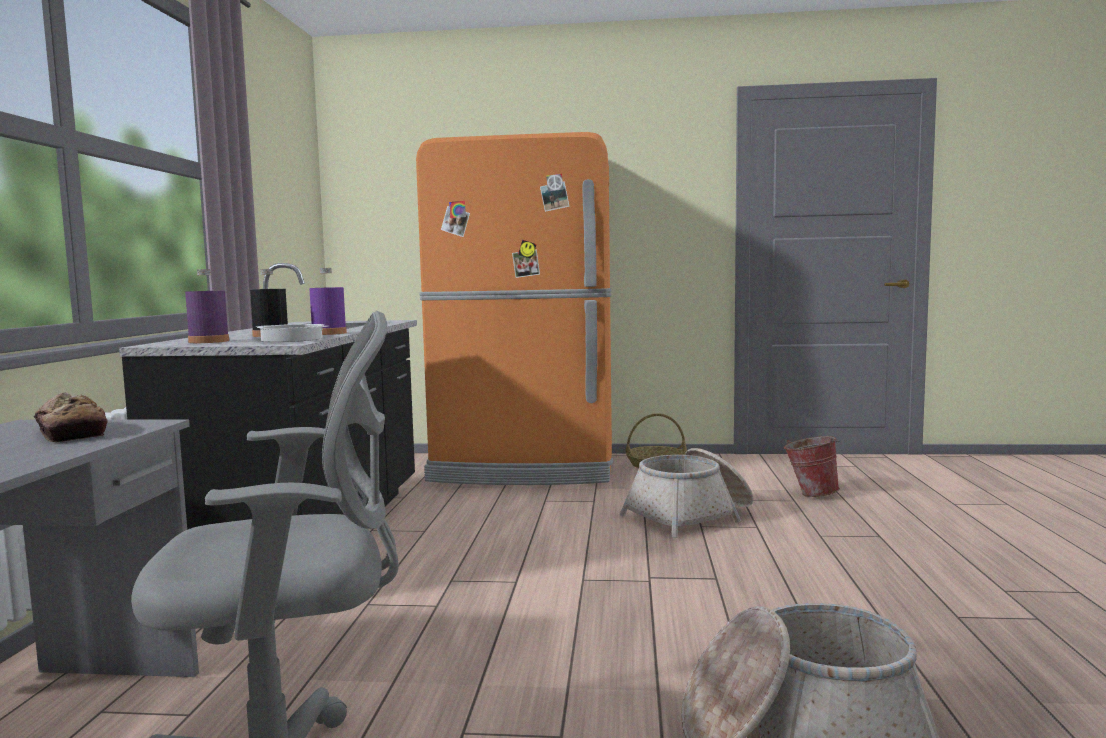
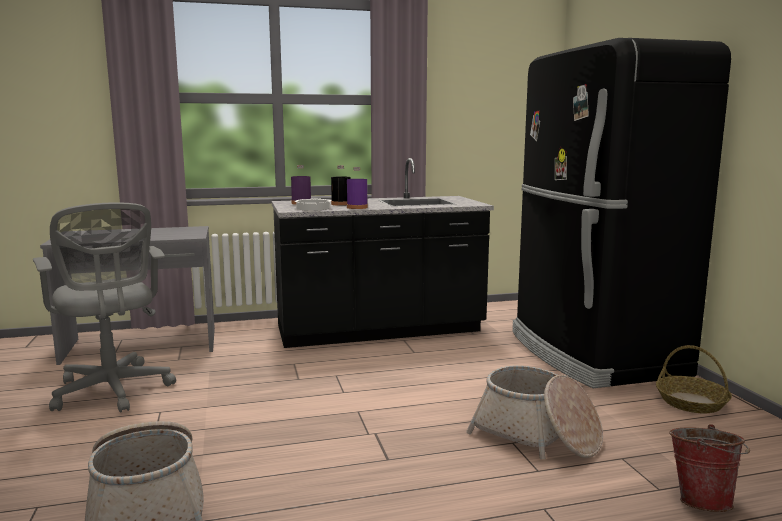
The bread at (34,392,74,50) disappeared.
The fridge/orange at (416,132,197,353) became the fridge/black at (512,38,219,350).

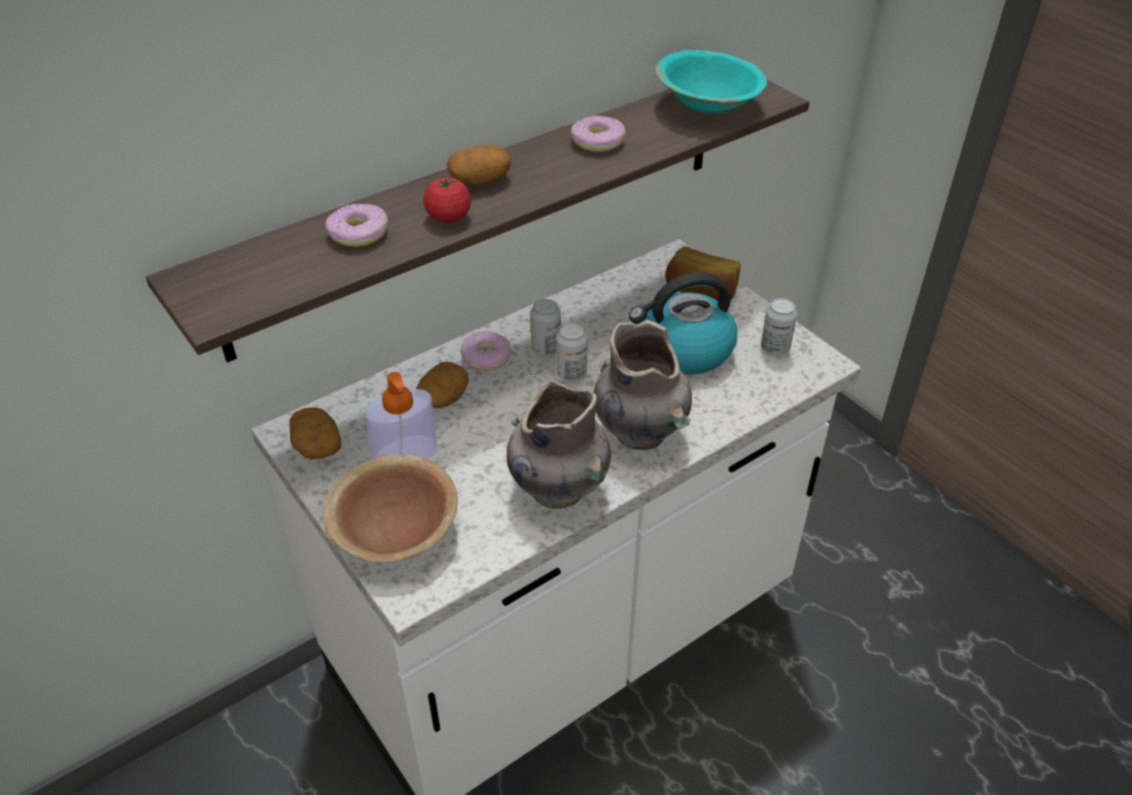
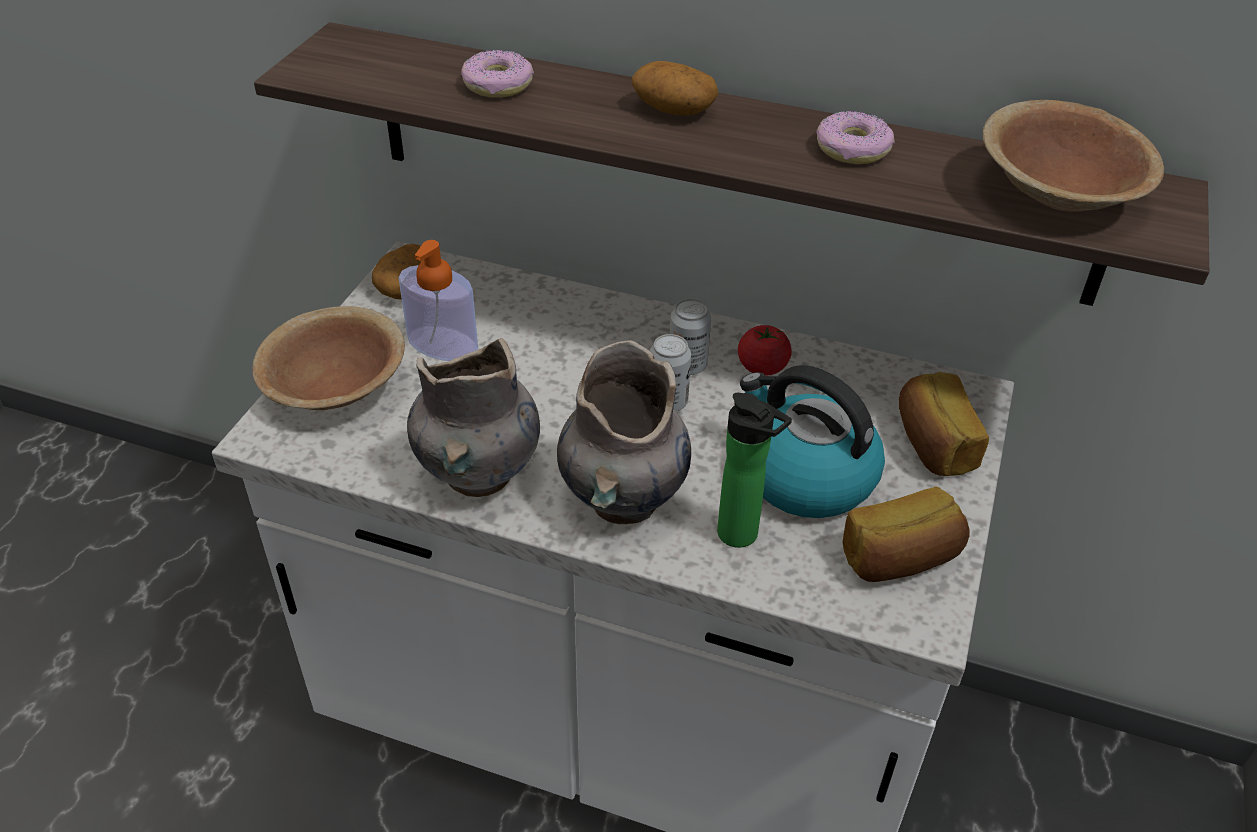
The potato at (416,362,53,46) disappeared.
The donut at (461,331,50,40) disappeared.
The bottle at (717,393,75,155) appeared.
The tomato moved from (423,176,48,47) to (738,325,54,51).
The can at (761,298,36,58) was replaced by the bread at (843,486,127,96).
The bowl/turquoise at (655,50,112,64) became the bowl/brown at (983,100,181,112).

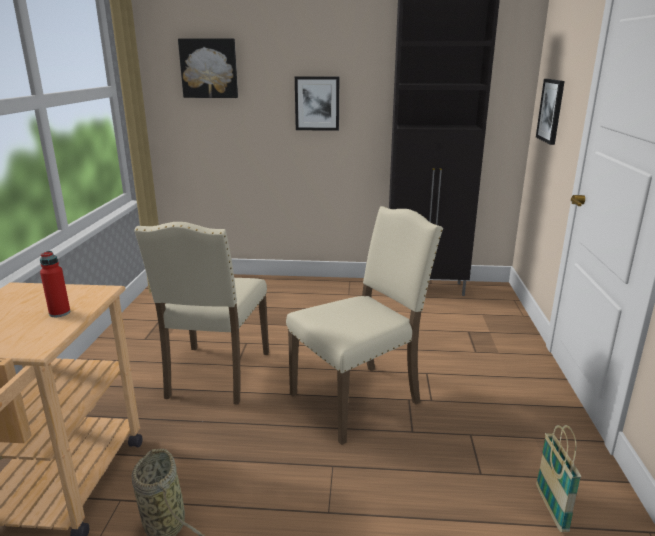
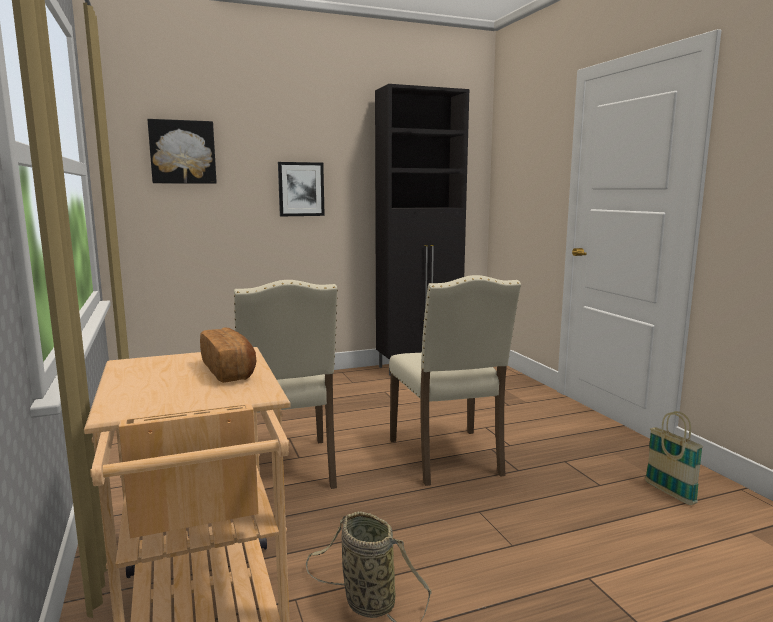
The picture at (536,79,29,66) disappeared.
The bottle/red at (40,251,30,66) was replaced by the bread at (200,328,56,55).
The chair/beige at (286,206,157,239) turned 135 degrees clockwise.

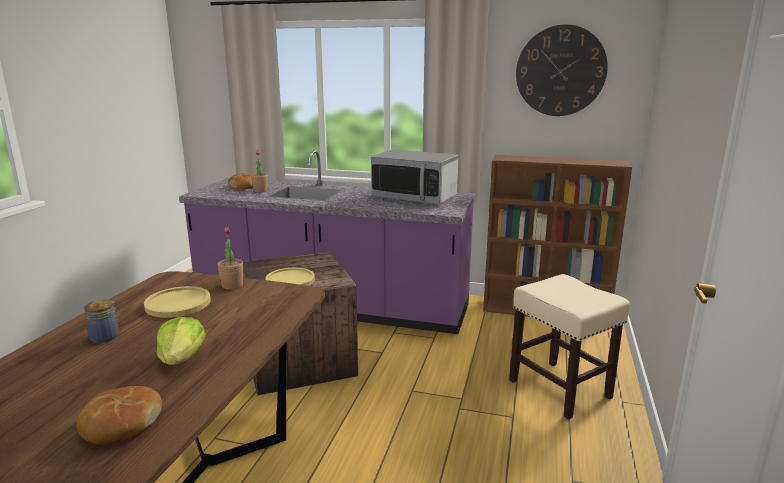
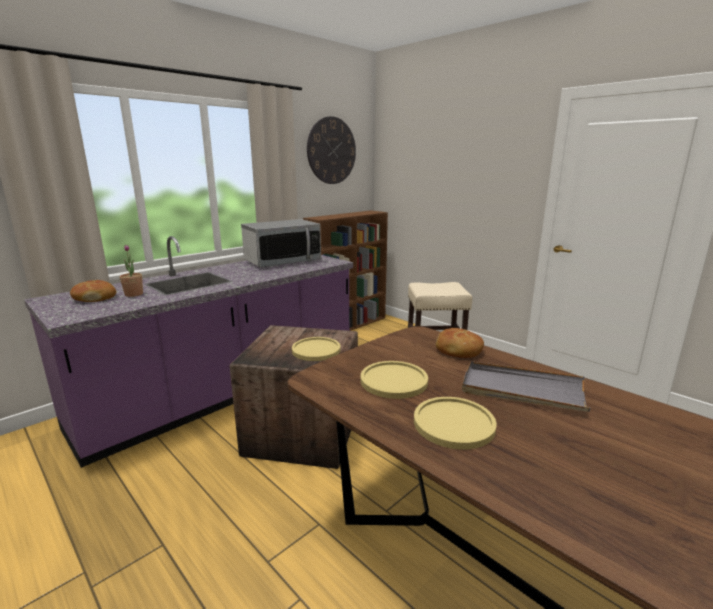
The potted plant at (217,227,26,63) disappeared.
The bread moved from (77,386,85,58) to (436,328,48,30).
The jar at (84,300,35,43) was replaced by the plate/yellow at (414,397,83,53).
The lettuce at (157,317,49,48) was replaced by the tray/grey at (462,361,129,51).

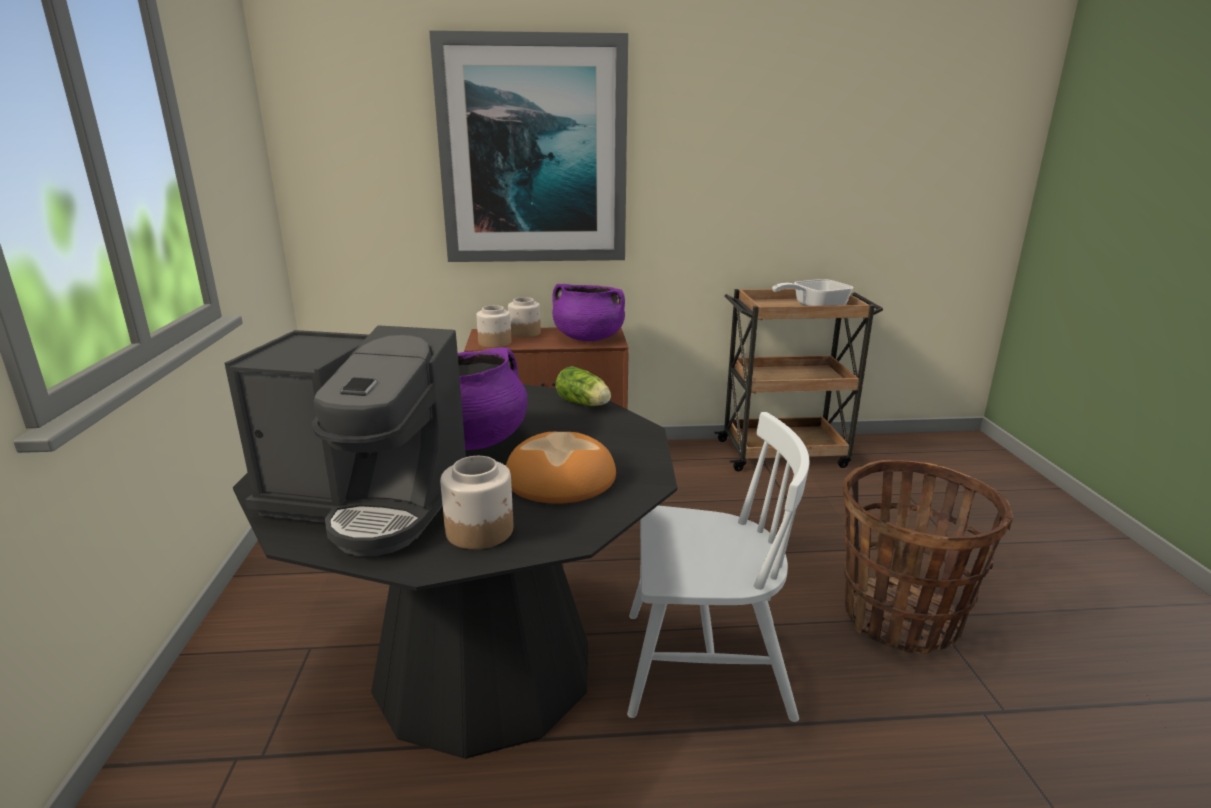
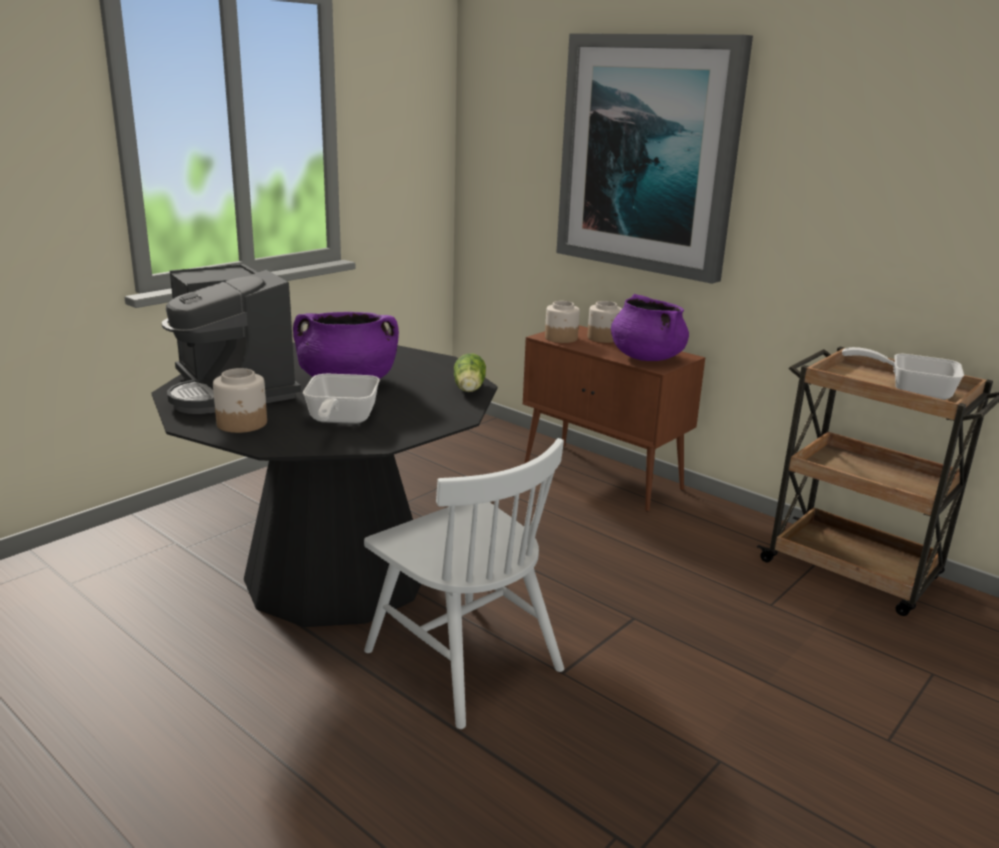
The basket at (843,460,170,194) disappeared.
The bread at (506,432,110,72) was replaced by the frying pan at (303,374,77,50).

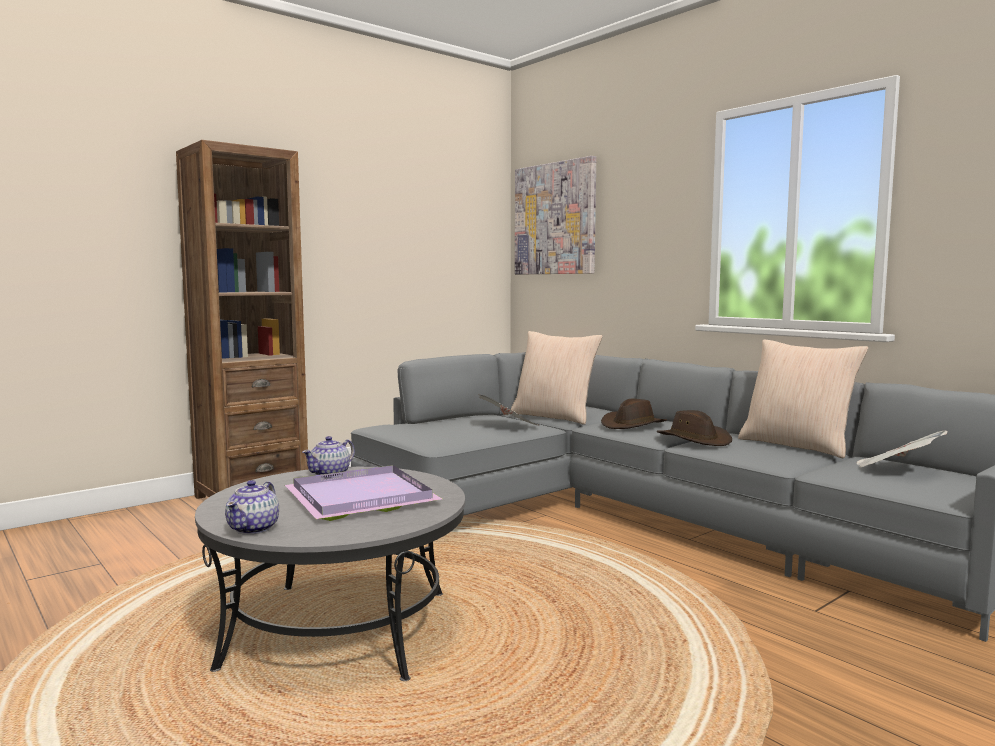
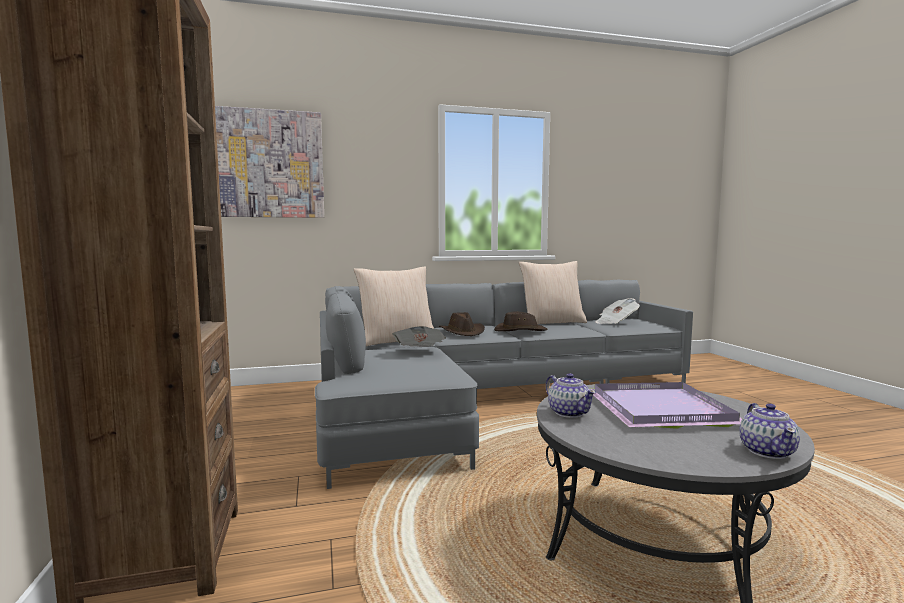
The teapot at (225,480,54,55) turned 60 degrees clockwise.

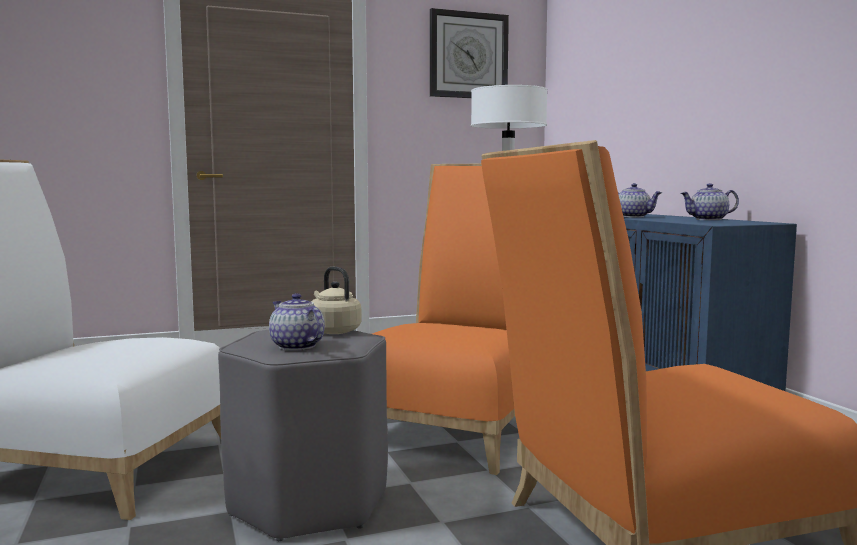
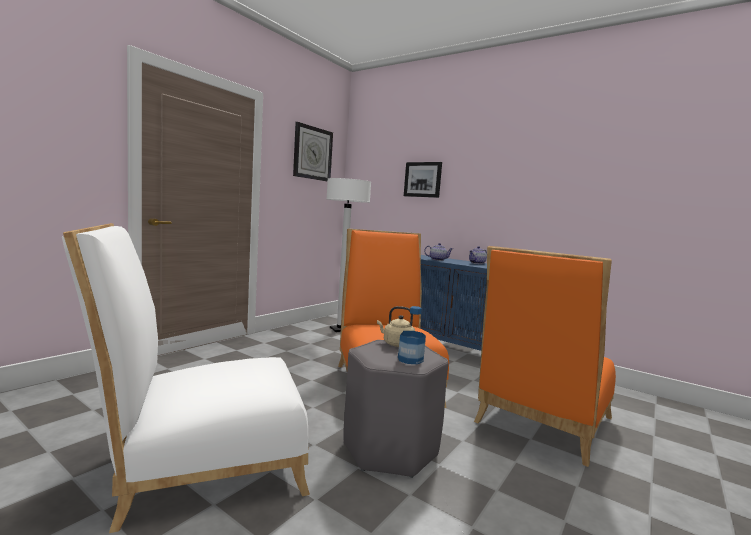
The picture at (404,162,38,36) appeared.
The teapot at (269,293,56,58) was replaced by the bottle at (398,306,28,58).

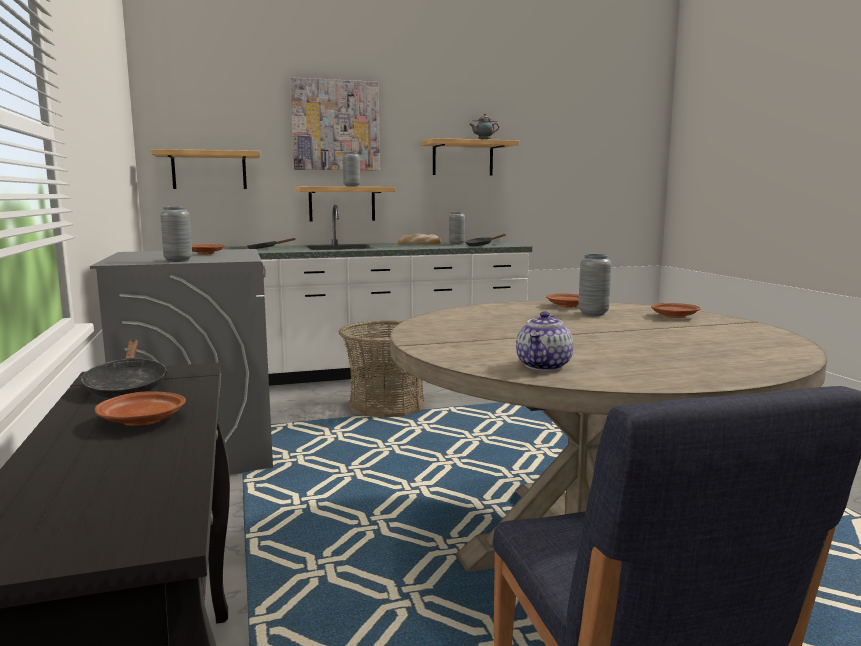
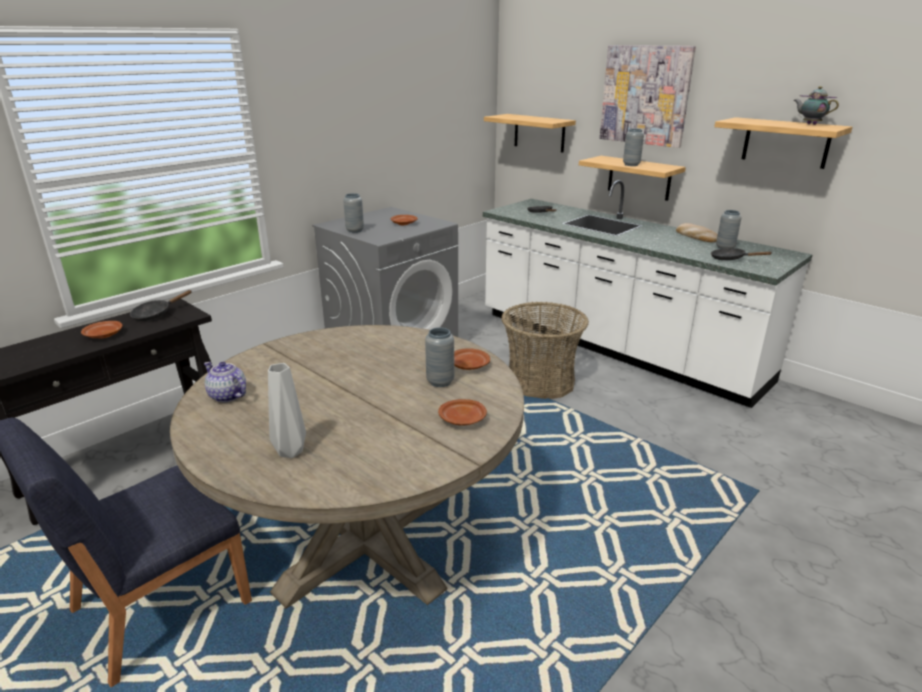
The vase/grey at (268,363,38,95) appeared.
The teapot at (516,311,57,60) turned 45 degrees clockwise.

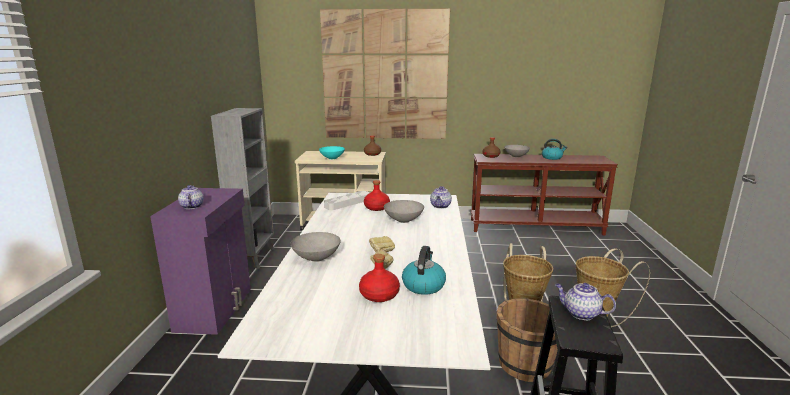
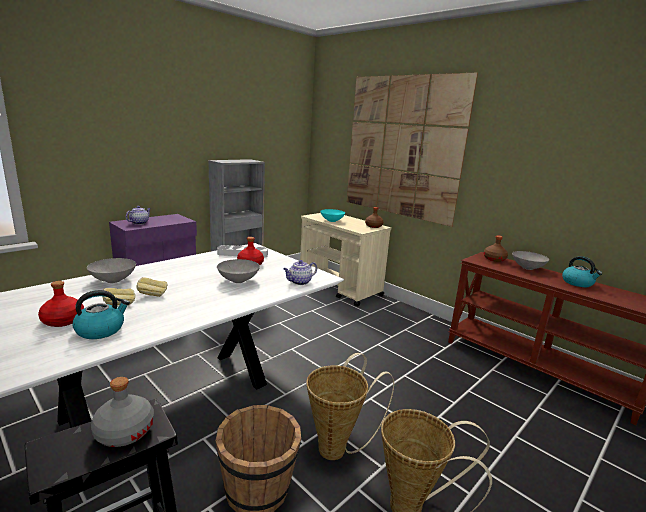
The teapot at (555,283,61,37) was replaced by the bottle/grey at (91,377,63,70).

